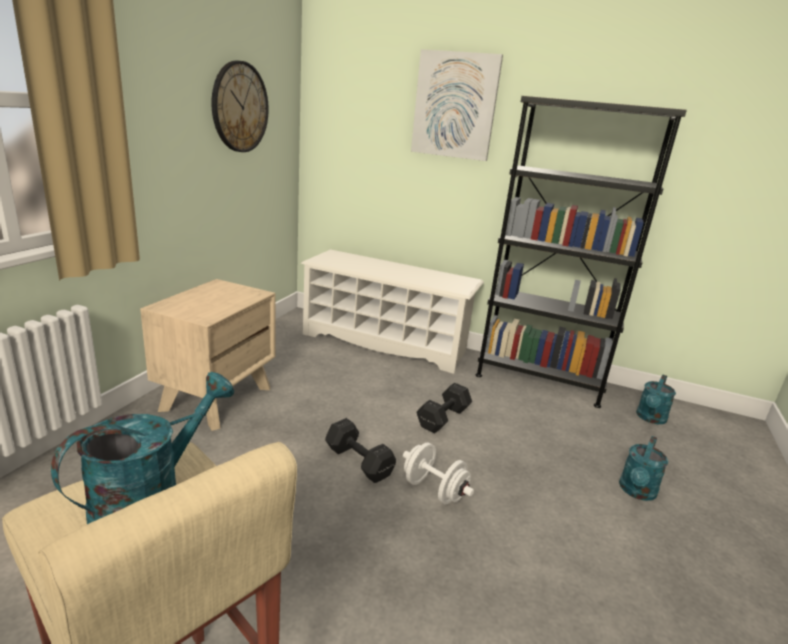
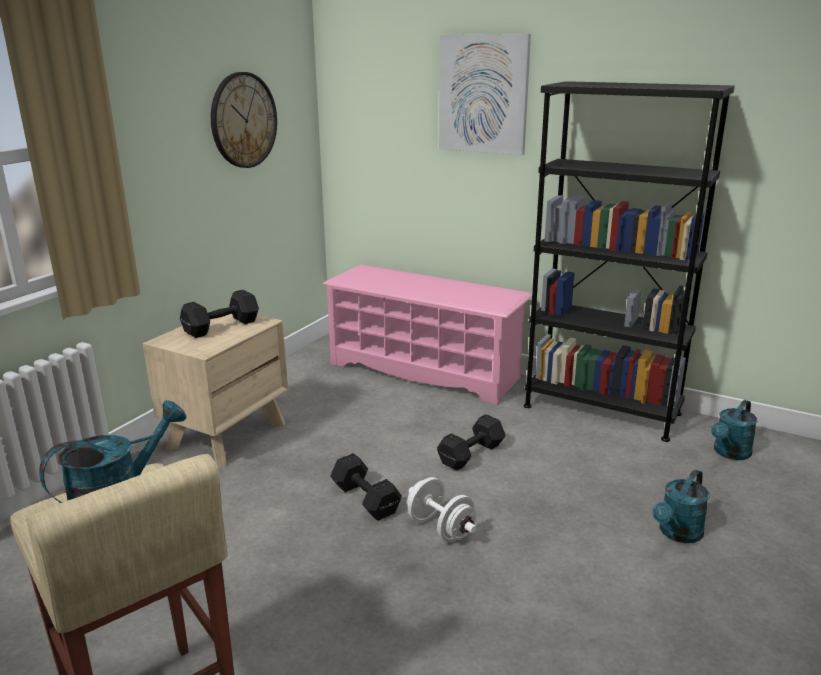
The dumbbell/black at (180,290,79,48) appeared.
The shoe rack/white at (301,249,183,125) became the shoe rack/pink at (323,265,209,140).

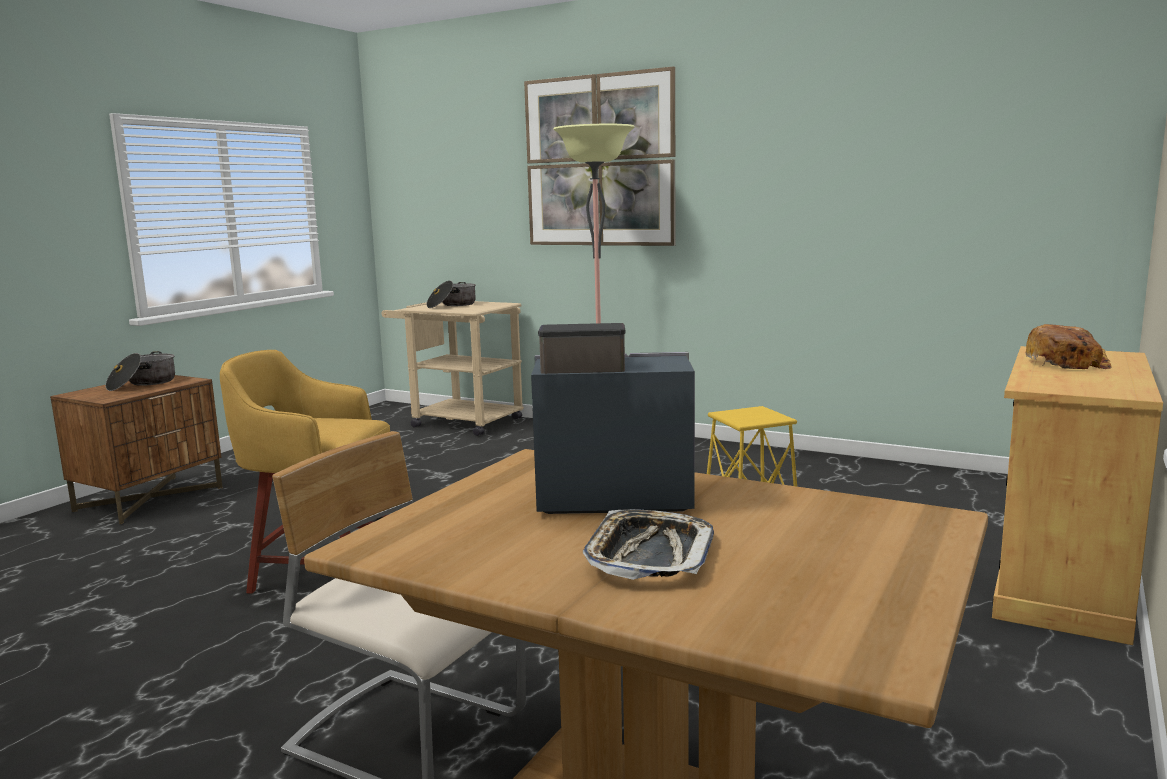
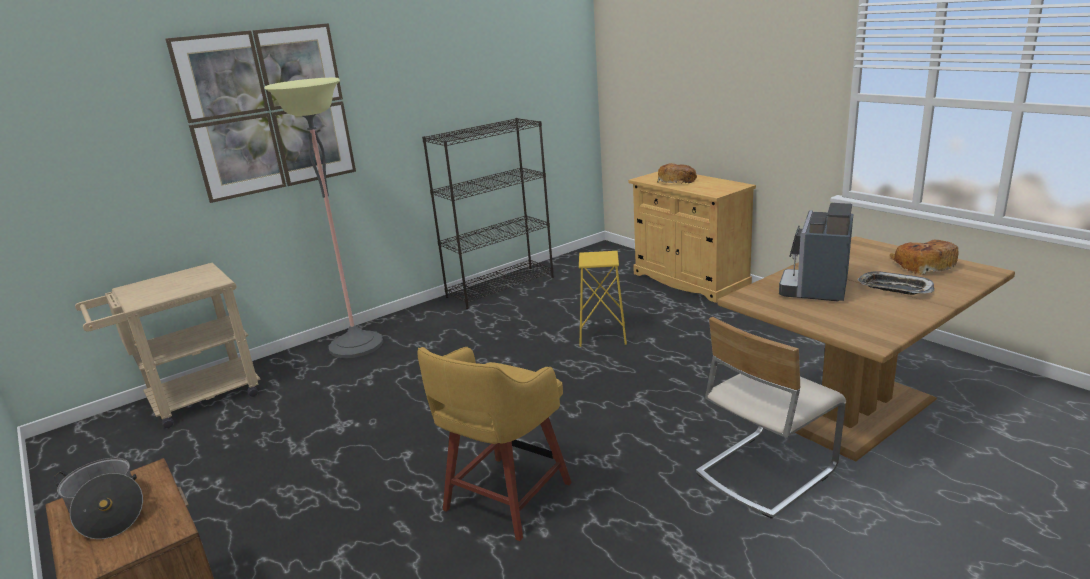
The cooking pot at (427,281,49,27) disappeared.
The bookcase/black at (422,118,132,191) appeared.
The bread at (890,240,69,35) appeared.

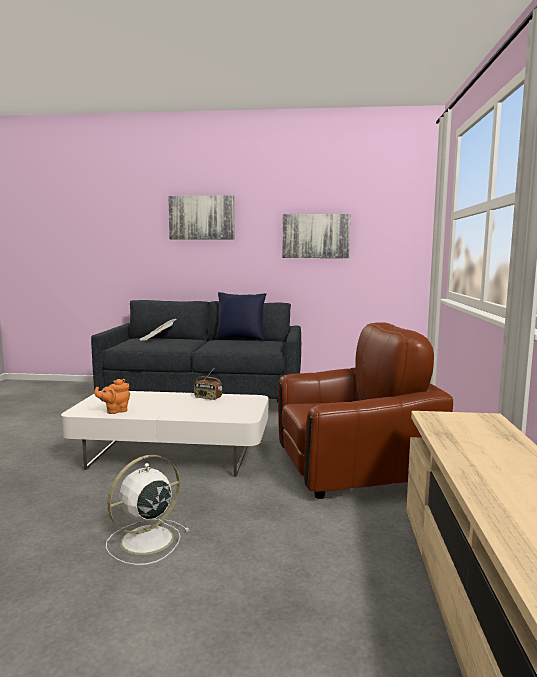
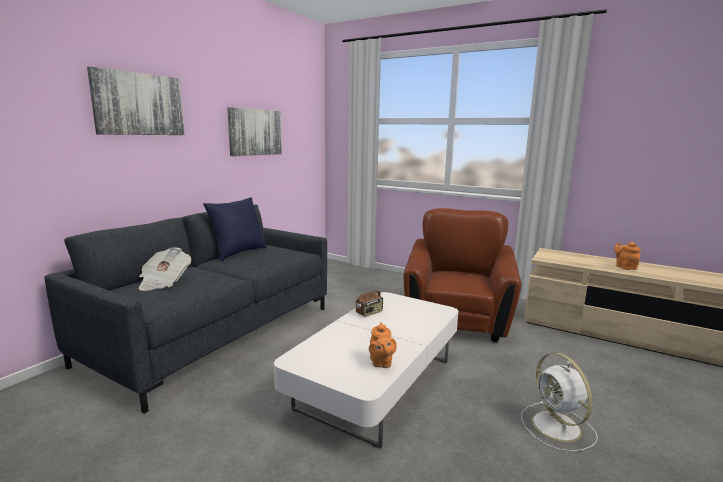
The teapot/orange at (614,242,27,28) appeared.

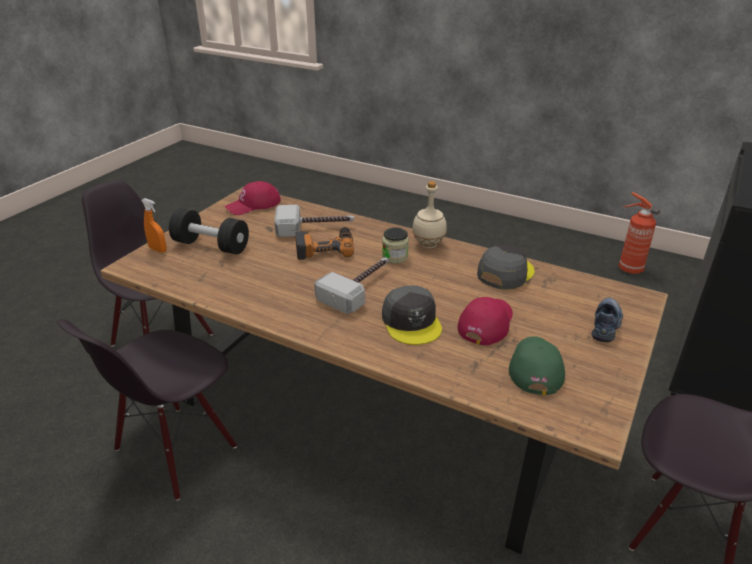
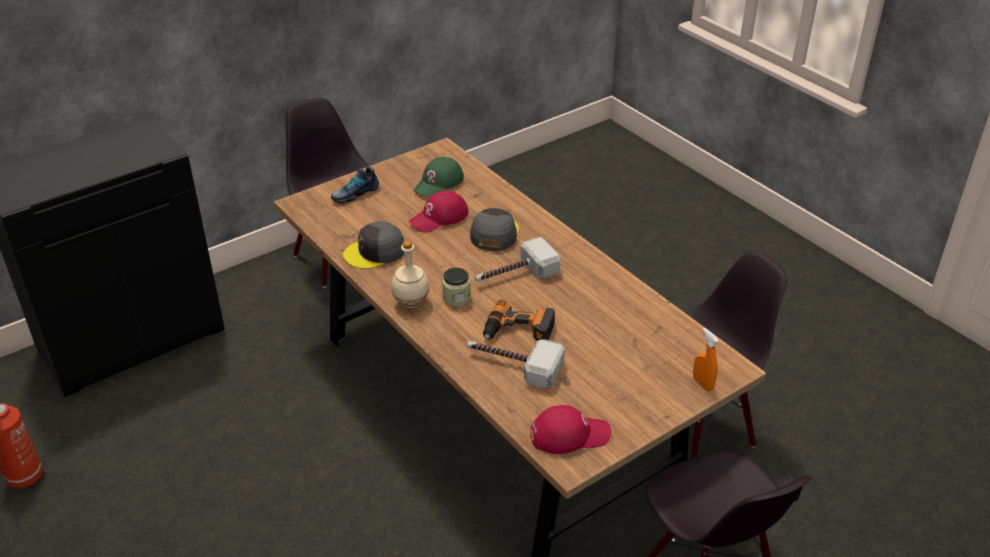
The dumbbell/black at (169,208,80,47) disappeared.

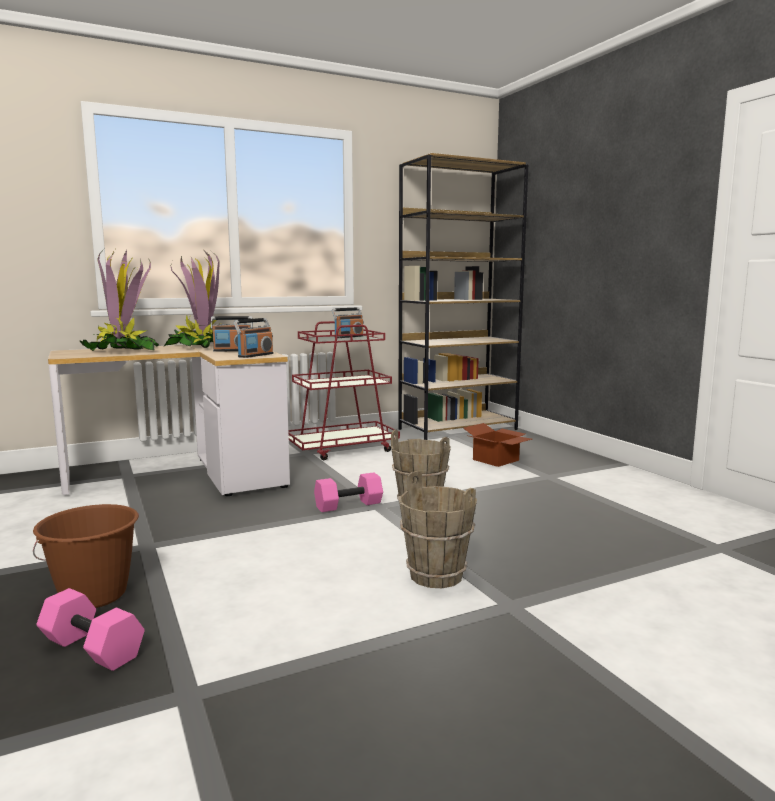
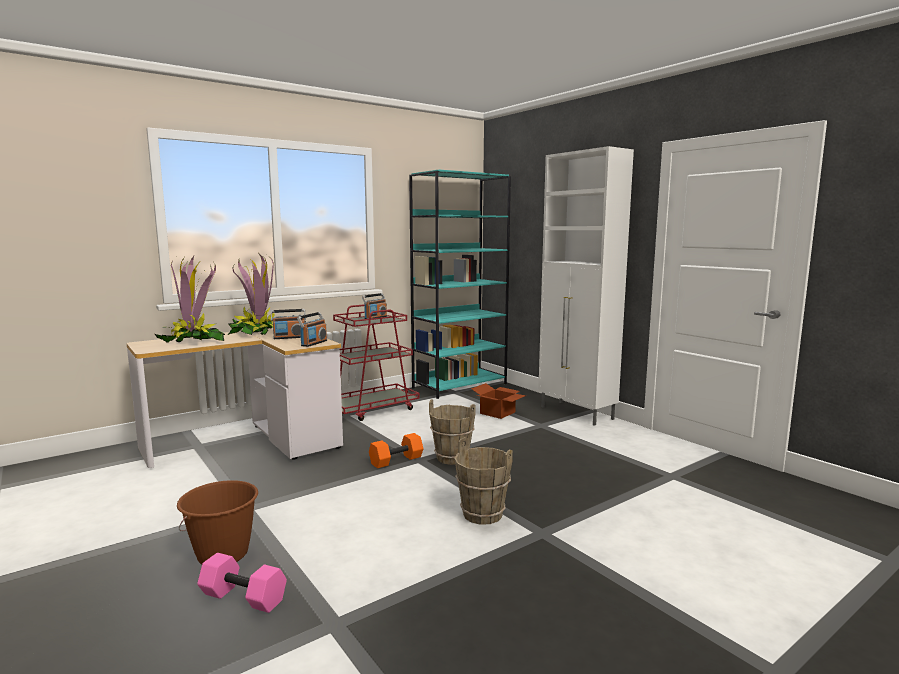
The cabinet/white at (538,146,96,280) appeared.
The dumbbell/pink at (314,472,69,40) became the dumbbell/orange at (369,433,54,35).
The bookcase/brown at (398,153,130,287) became the bookcase/turquoise at (409,169,102,230).

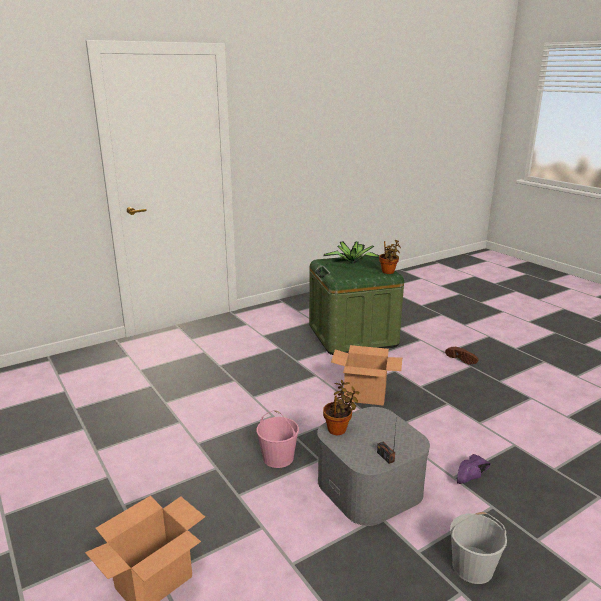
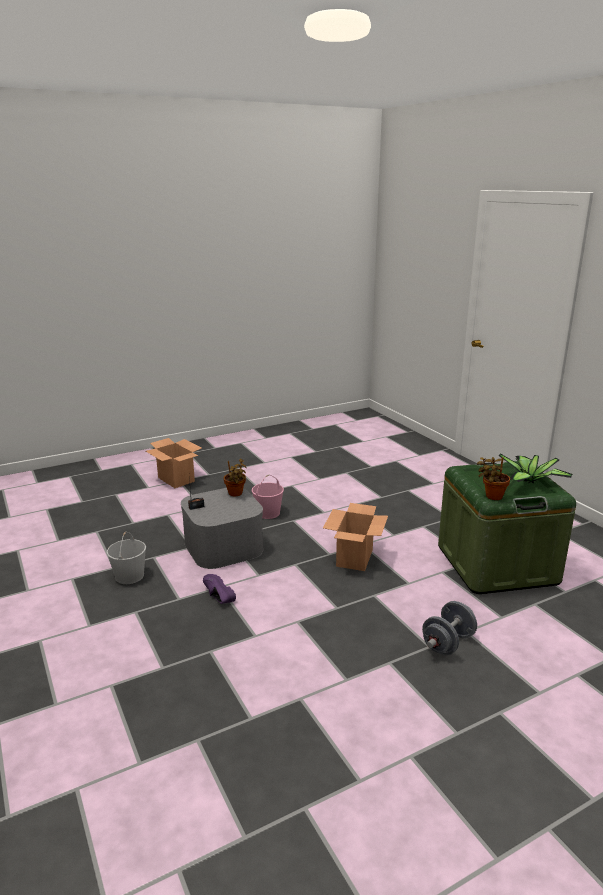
The shoe/brown at (445,347,33,17) was replaced by the dumbbell/grey at (422,601,55,54).

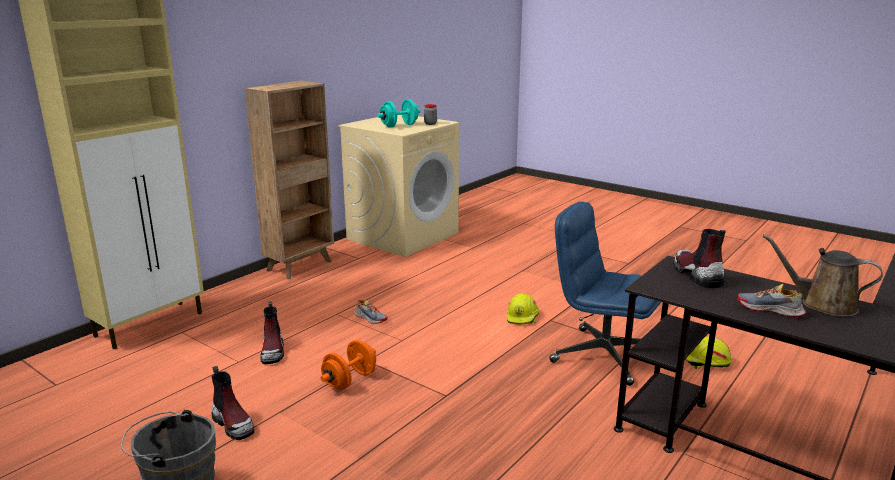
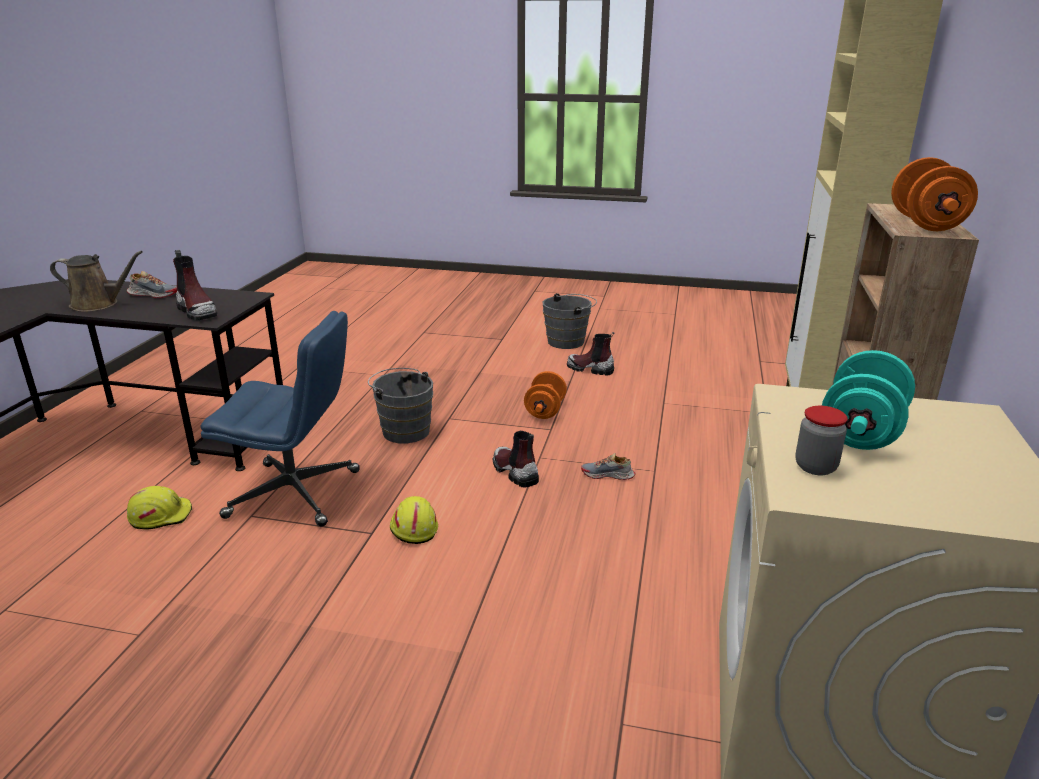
The bucket/grey at (368,368,65,75) appeared.
The dumbbell/orange at (891,157,87,74) appeared.
The boot moved from (260,301,24,63) to (493,431,46,56).

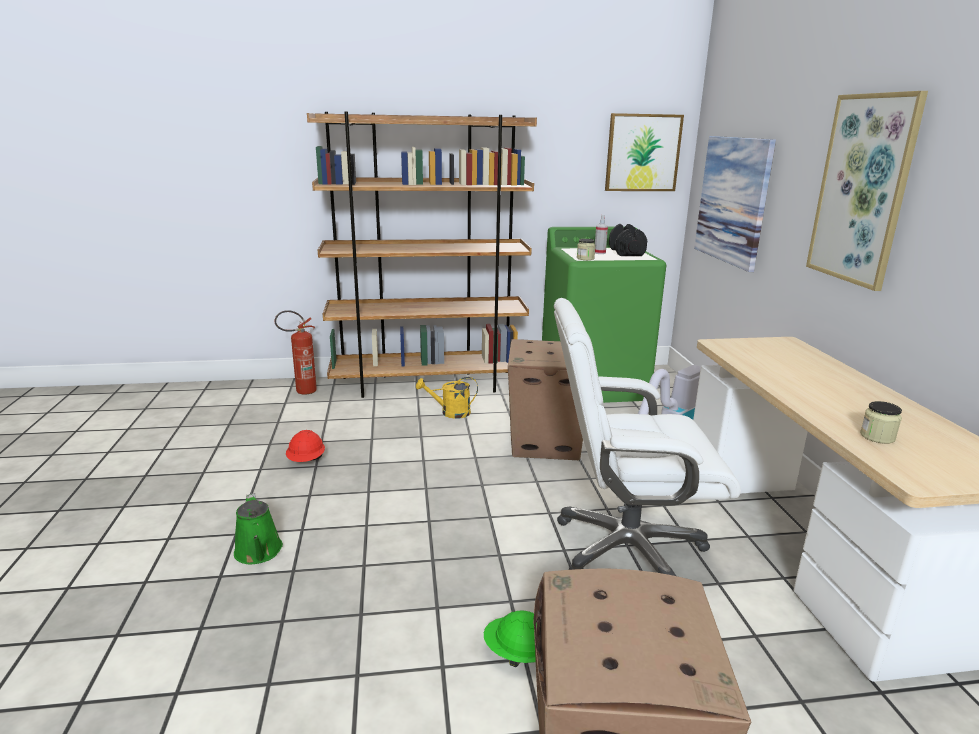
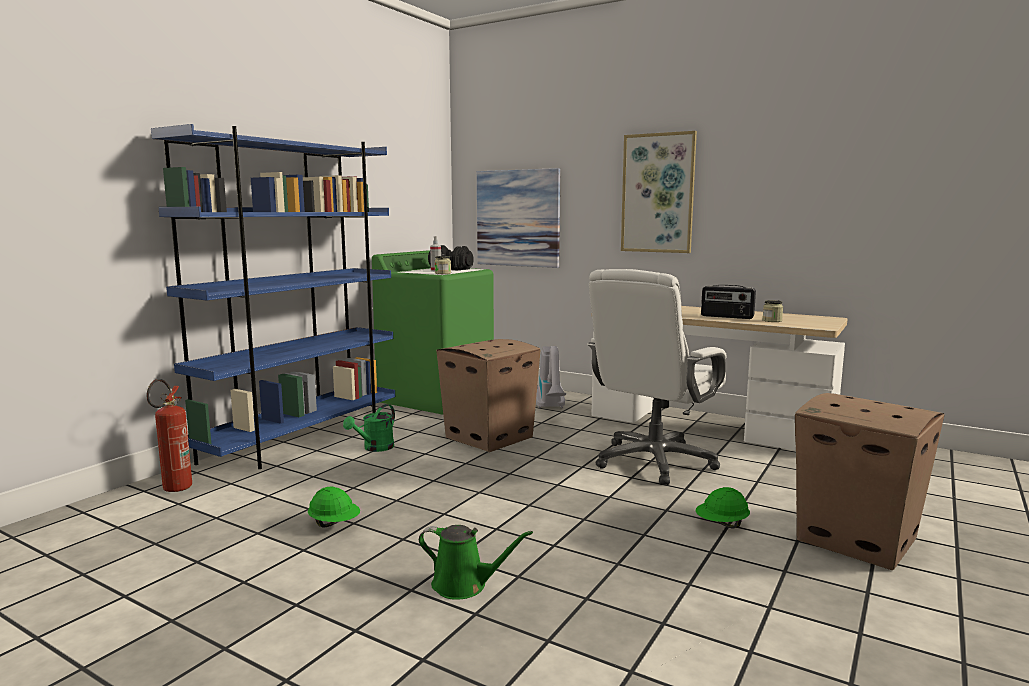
The picture at (605,113,79,78) disappeared.
The radio at (701,285,55,34) appeared.
The hard hat/red at (286,430,39,32) became the hard hat/green at (308,486,52,42).
The bookcase/brown at (307,112,230,286) became the bookcase/blue at (151,124,244,345).
The watering can/yellow at (416,377,62,42) became the watering can/green at (343,404,52,48).

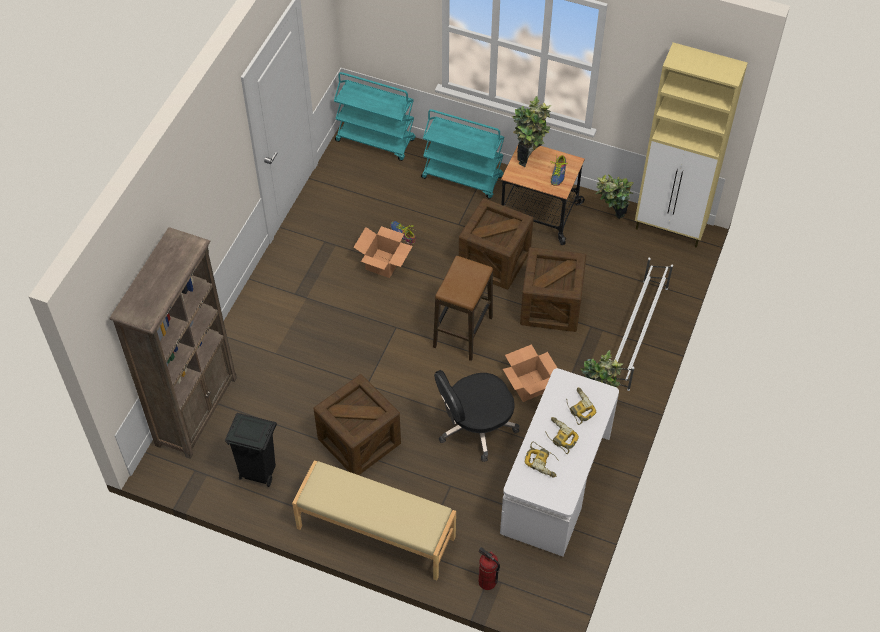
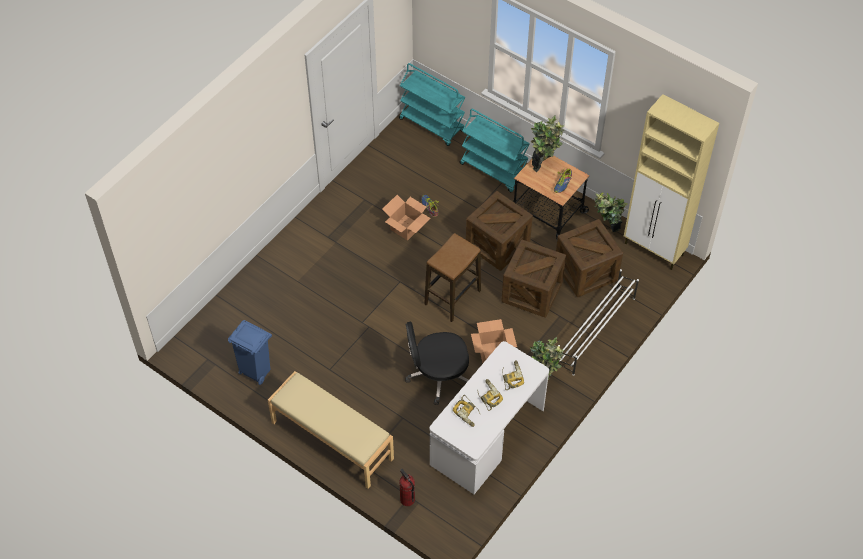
The bookcase/brown at (110,227,127,232) disappeared.
The crate moved from (314,374,87,101) to (556,219,67,78).
The trash can/black at (225,413,52,74) became the trash can/blue at (228,320,44,65).

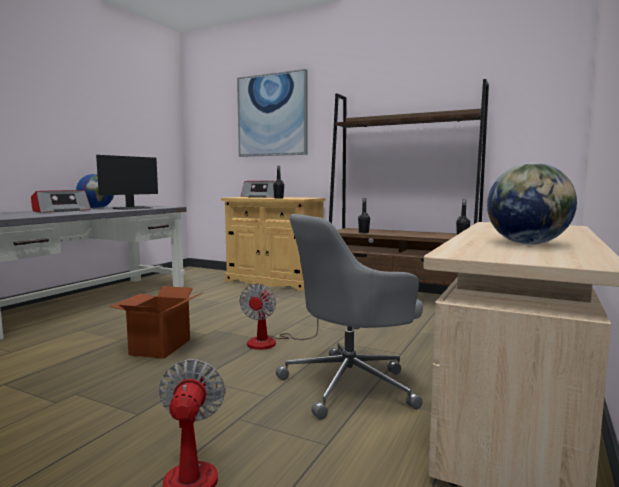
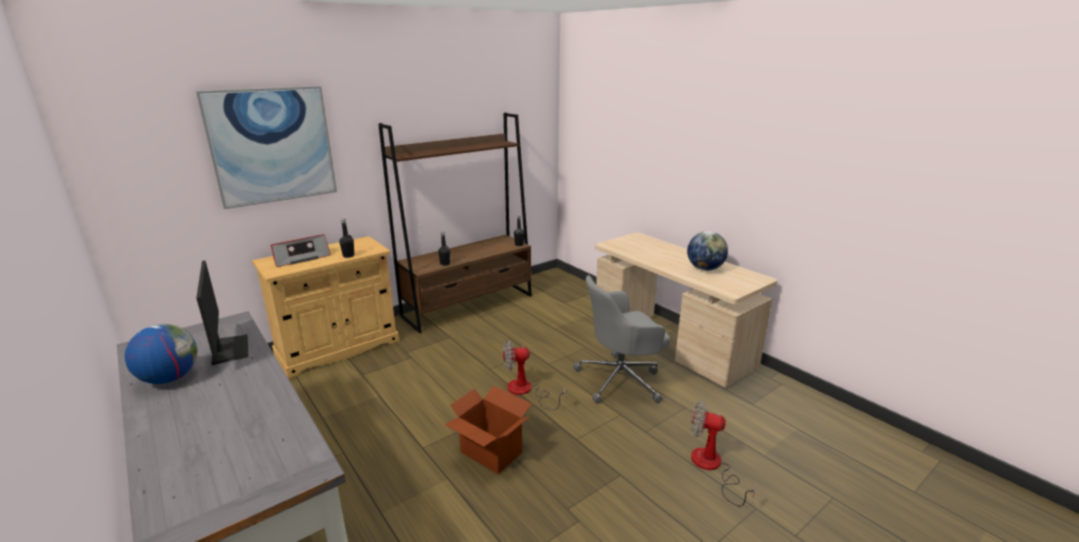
The radio at (31,190,60,23) disappeared.
The fan at (239,283,79,67) turned 135 degrees clockwise.
The office chair/grey at (276,214,147,206) turned 75 degrees clockwise.

